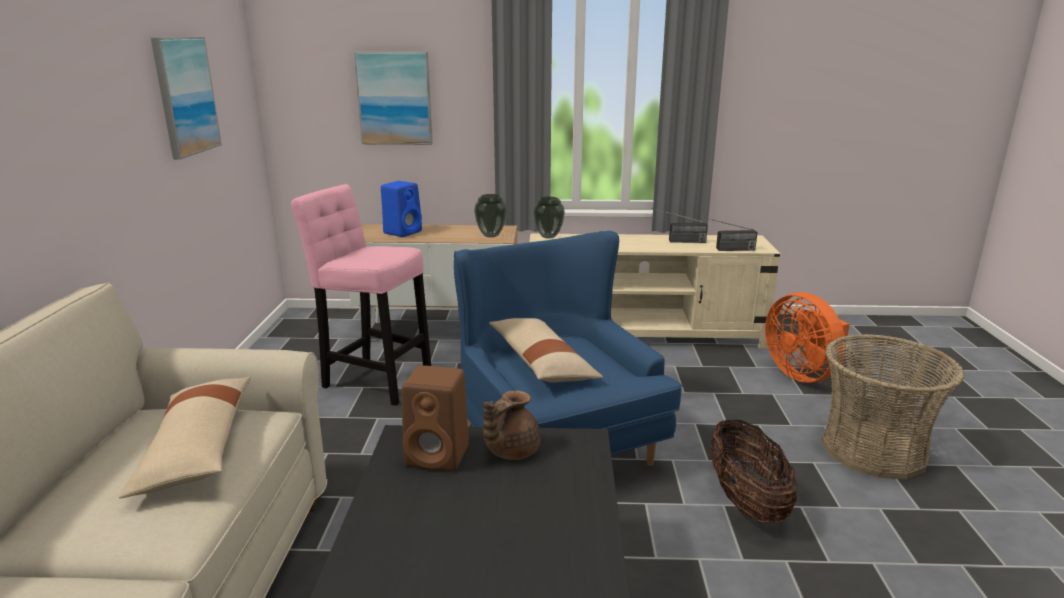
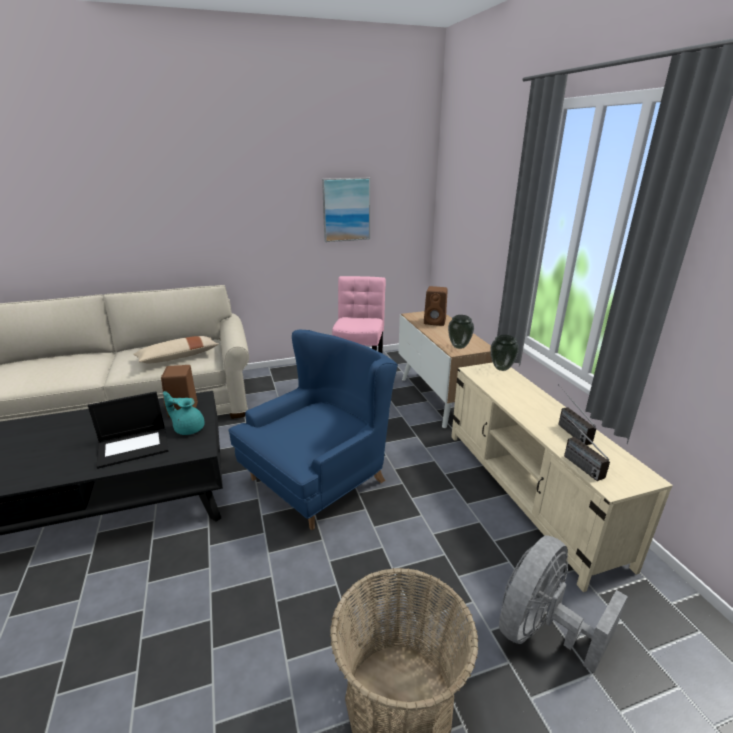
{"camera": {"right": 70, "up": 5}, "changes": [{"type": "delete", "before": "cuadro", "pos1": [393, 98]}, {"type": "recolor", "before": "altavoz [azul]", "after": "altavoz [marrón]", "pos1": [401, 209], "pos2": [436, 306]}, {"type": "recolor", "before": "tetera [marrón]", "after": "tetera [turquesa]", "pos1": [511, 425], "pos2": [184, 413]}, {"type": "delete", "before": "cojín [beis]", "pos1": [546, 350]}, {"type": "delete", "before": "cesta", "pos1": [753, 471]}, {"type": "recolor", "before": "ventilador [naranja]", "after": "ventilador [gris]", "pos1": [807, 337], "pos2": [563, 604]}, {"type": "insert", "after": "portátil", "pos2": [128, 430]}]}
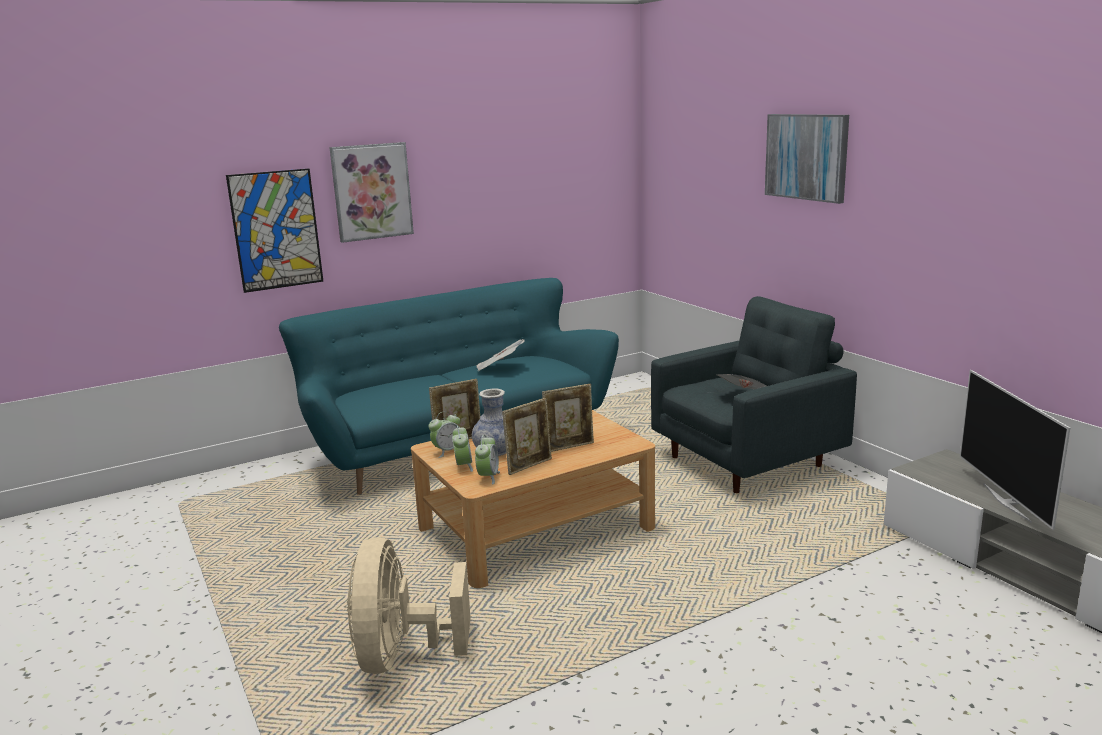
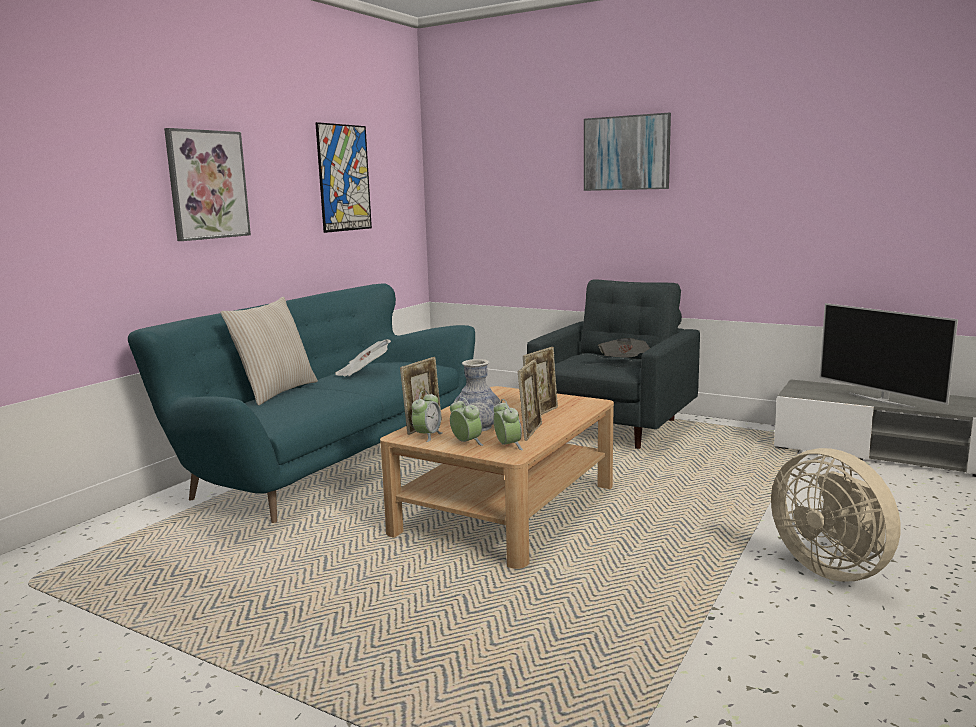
{"camera": {"right": -30, "up": -5}, "changes": [{"type": "move", "before": "cuadro", "pos1": [274, 230], "pos2": [343, 177]}, {"type": "move", "before": "ventilador [beis]", "pos1": [409, 605], "pos2": [836, 514]}, {"type": "insert", "after": "cojín [beis]", "pos2": [269, 351]}]}
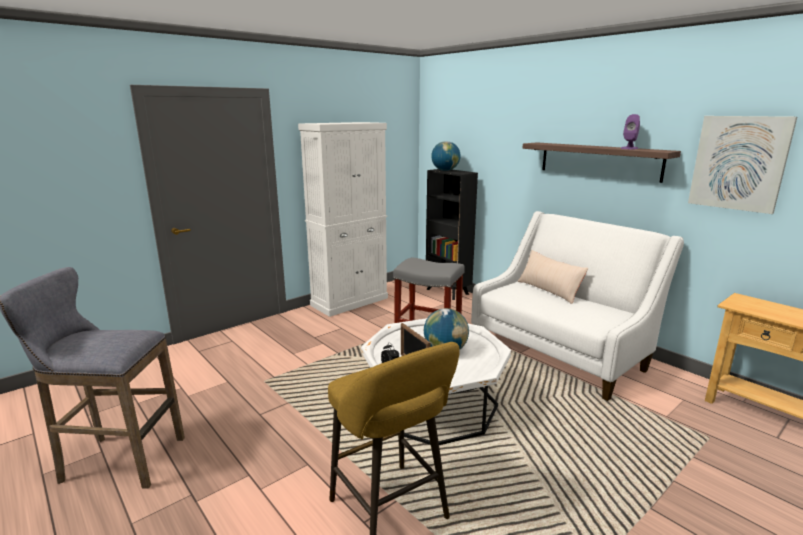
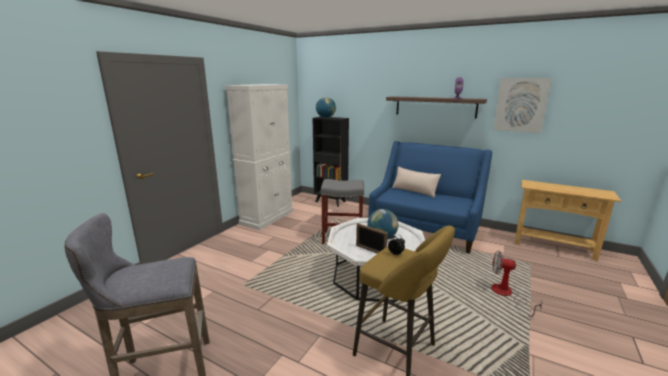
{"camera": {"right": -20, "up": 0}, "changes": [{"type": "recolor", "before": "sofá [blanco]", "after": "sofá [azul]", "pos1": [577, 306], "pos2": [430, 197]}, {"type": "insert", "after": "ventilador", "pos2": [516, 284]}]}
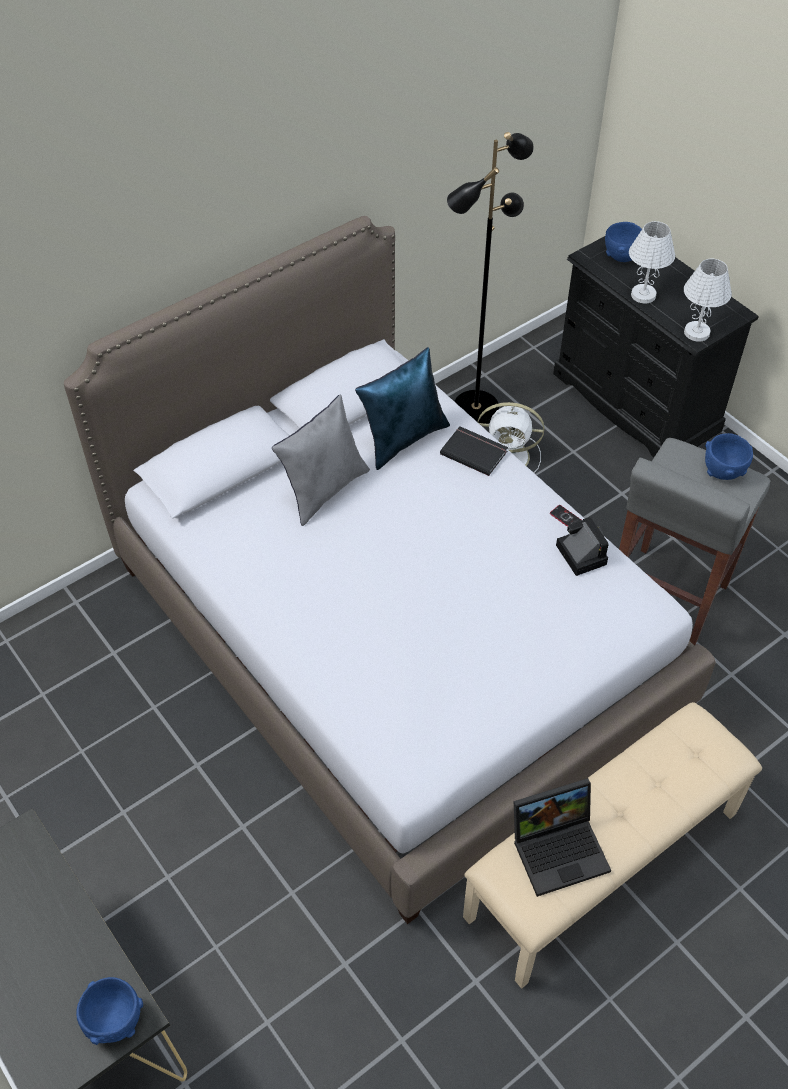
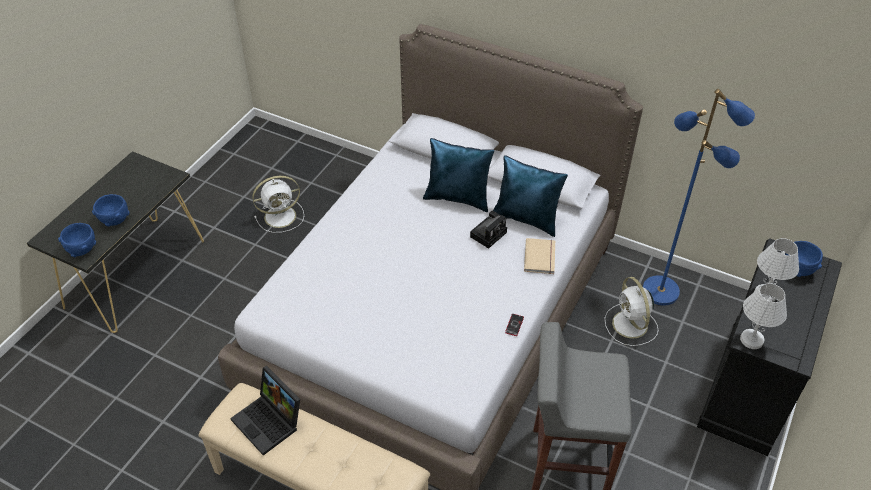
{"camera": {"right": 65, "up": -5}, "changes": [{"type": "recolor", "before": "cojín [gris]", "after": "cojín [azul]", "pos1": [321, 460], "pos2": [458, 175]}, {"type": "recolor", "before": "libro [negro]", "after": "libro [beis]", "pos1": [474, 451], "pos2": [539, 256]}, {"type": "recolor", "before": "lámpara de pie [negro]", "after": "lámpara de pie [azul]", "pos1": [490, 278], "pos2": [699, 197]}, {"type": "move", "before": "cámara", "pos1": [582, 546], "pos2": [488, 230]}, {"type": "move", "before": "cuenco [azul]", "pos1": [729, 456], "pos2": [111, 210]}, {"type": "insert", "after": "ventilador [blanco]", "pos2": [278, 204]}]}
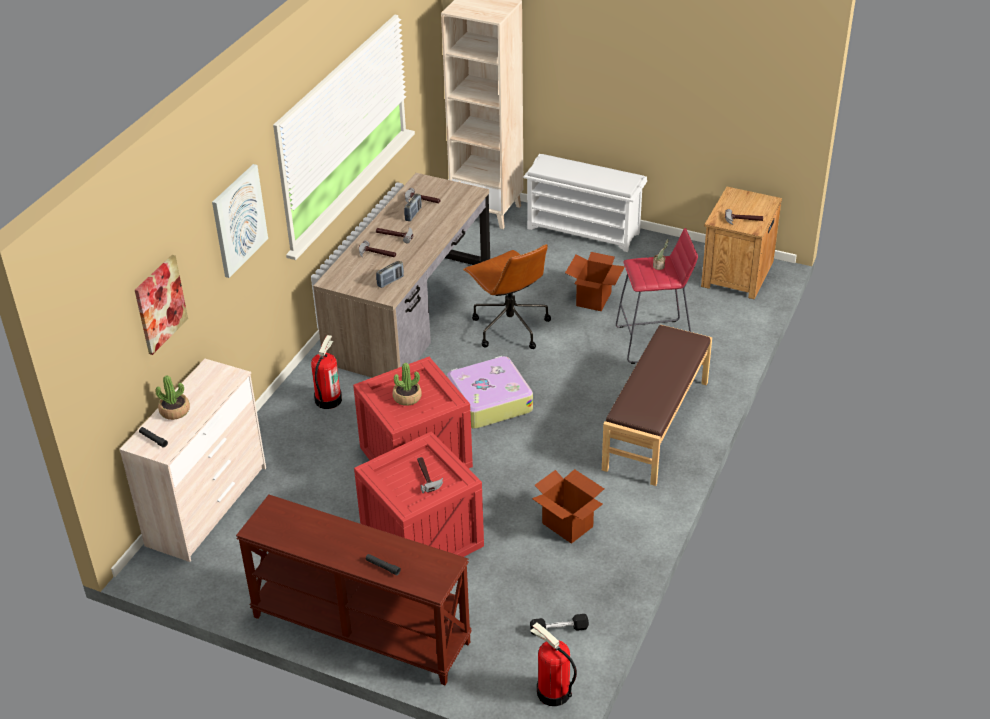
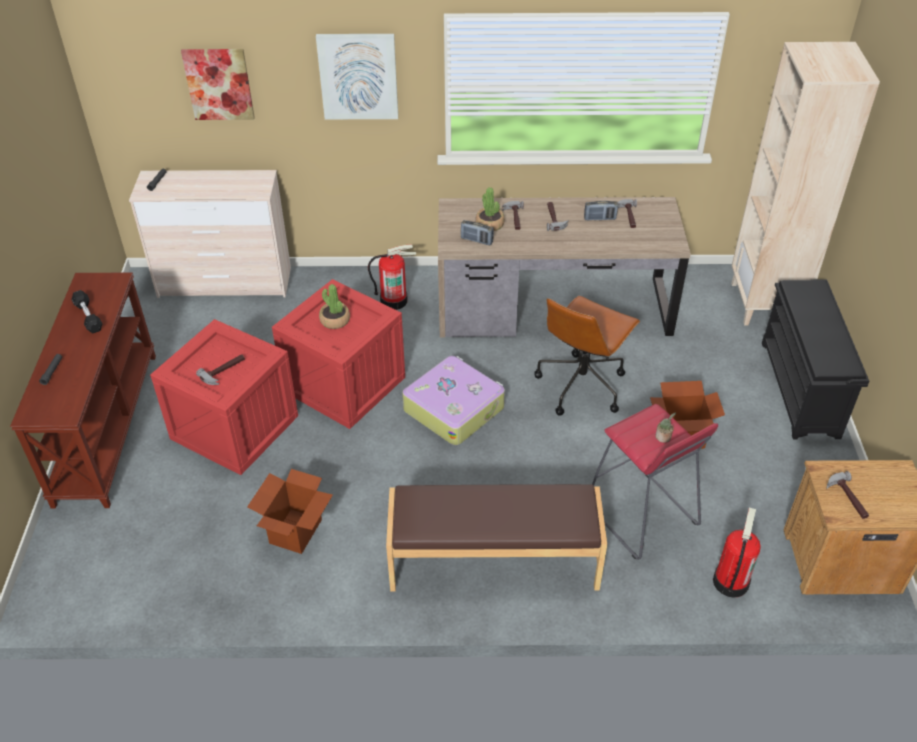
{"camera": {"right": 65, "up": 5}, "changes": [{"type": "move", "before": "planta en maceta", "pos1": [172, 397], "pos2": [490, 209]}, {"type": "recolor", "before": "zapatero [blanco]", "after": "zapatero [negro]", "pos1": [585, 203], "pos2": [815, 359]}, {"type": "move", "before": "mancuerna [negro]", "pos1": [559, 624], "pos2": [87, 312]}, {"type": "move", "before": "extintor", "pos1": [553, 664], "pos2": [737, 552]}]}
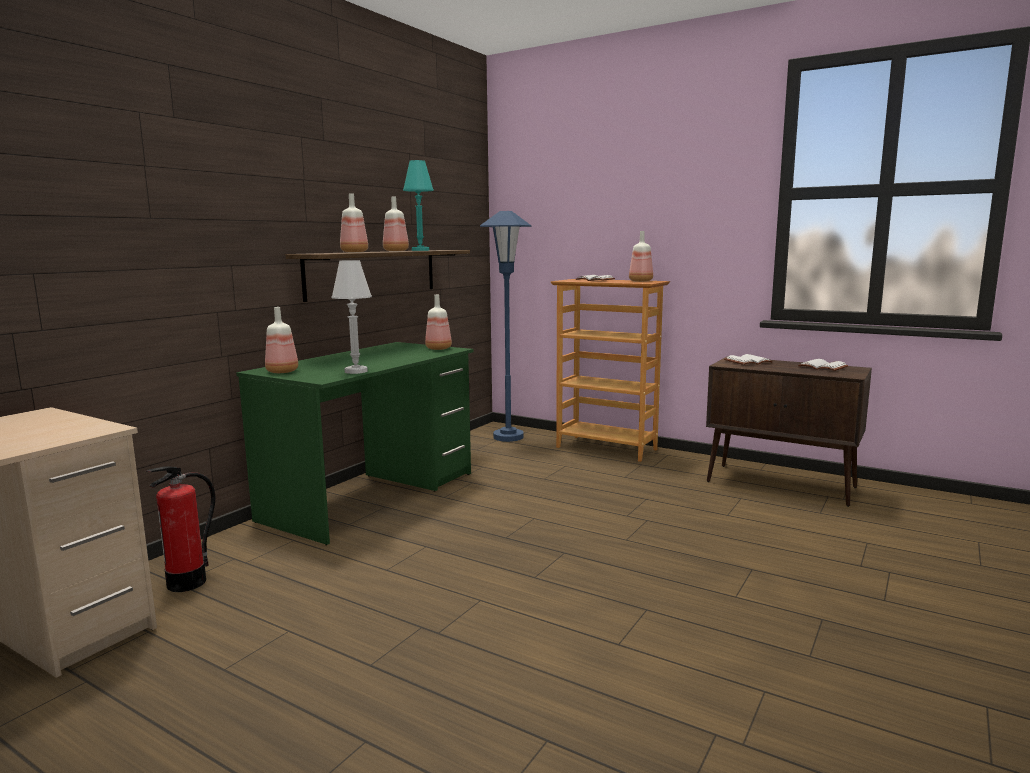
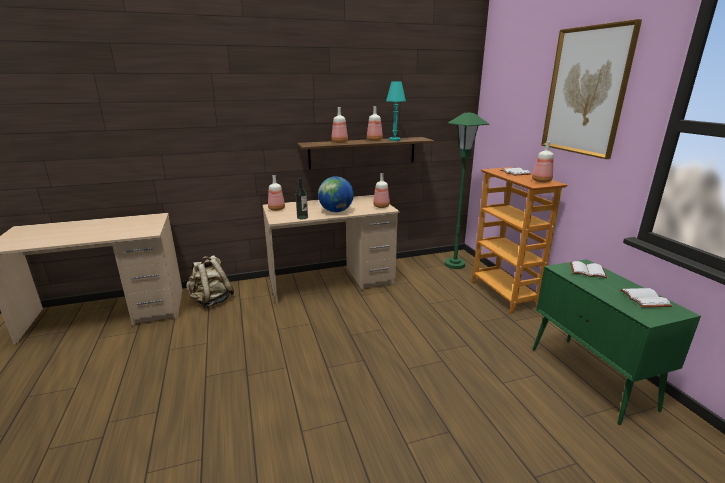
{"camera": {"right": 40, "up": 10}, "changes": [{"type": "replace", "before": "extintor", "after": "mochila [beis]", "pos1": [180, 529], "pos2": [210, 281]}, {"type": "recolor", "before": "escritorio [verde]", "after": "escritorio [beis]", "pos1": [355, 443], "pos2": [331, 249]}, {"type": "replace", "before": "lámpara de mesa [blanco]", "after": "botella", "pos1": [352, 317], "pos2": [302, 198]}, {"type": "recolor", "before": "lámpara de pie [azul]", "after": "lámpara de pie [verde]", "pos1": [505, 326], "pos2": [467, 191]}, {"type": "recolor", "before": "armario [marrón]", "after": "armario [verde]", "pos1": [789, 432], "pos2": [617, 342]}, {"type": "insert", "after": "globo terráqueo", "pos2": [336, 194]}, {"type": "insert", "after": "cuadro", "pos2": [591, 89]}]}
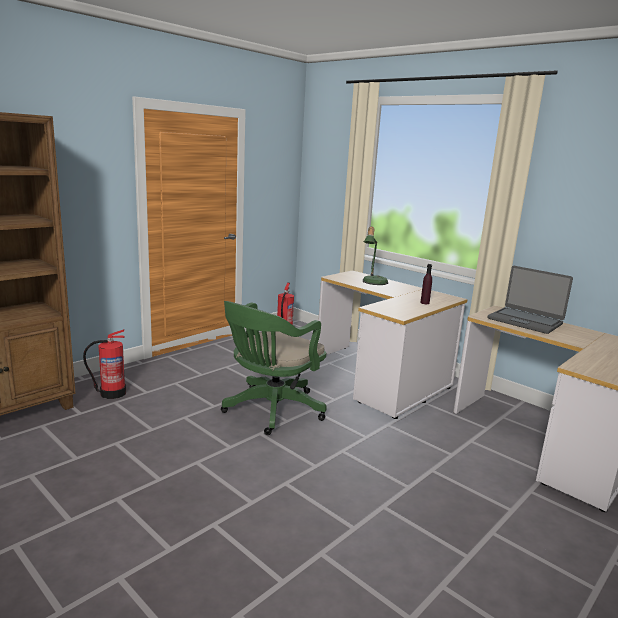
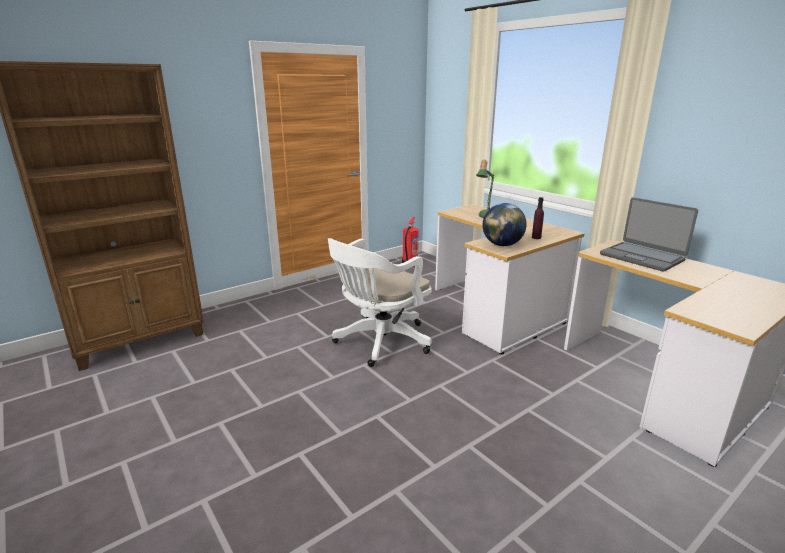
{"camera": {"right": 10, "up": 5}, "changes": [{"type": "delete", "before": "extintor", "pos1": [104, 364]}, {"type": "recolor", "before": "silla de oficina [verde]", "after": "silla de oficina [blanco]", "pos1": [274, 368], "pos2": [380, 302]}, {"type": "insert", "after": "globo terráqueo", "pos2": [505, 224]}]}
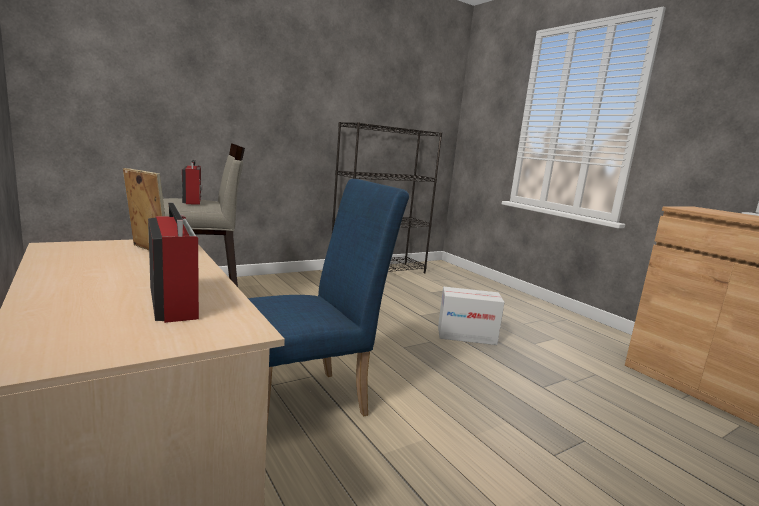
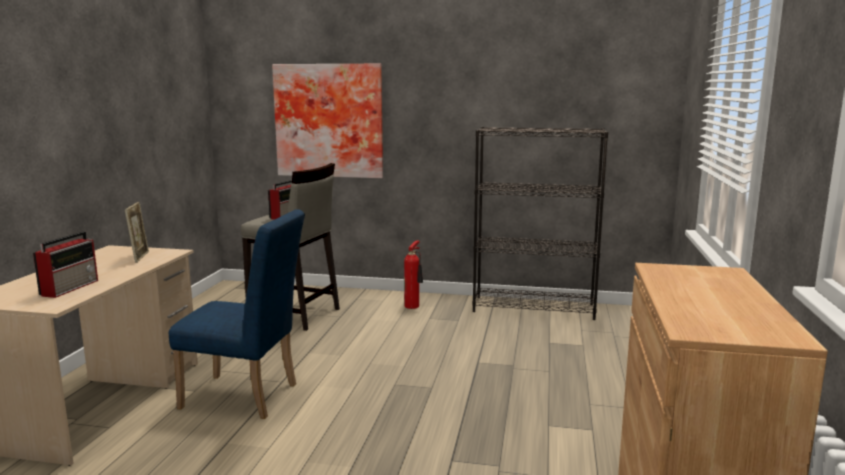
{"camera": {"right": 45, "up": 0}, "changes": [{"type": "delete", "before": "caja de cartón", "pos1": [471, 316]}, {"type": "insert", "after": "cuadro", "pos2": [327, 121]}, {"type": "insert", "after": "extintor", "pos2": [413, 274]}]}
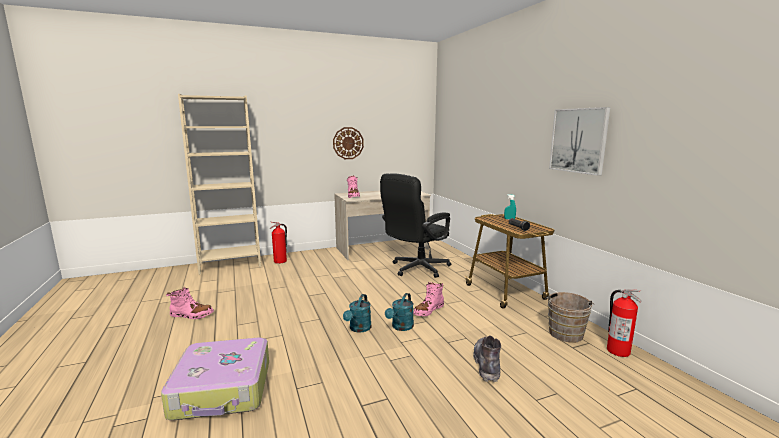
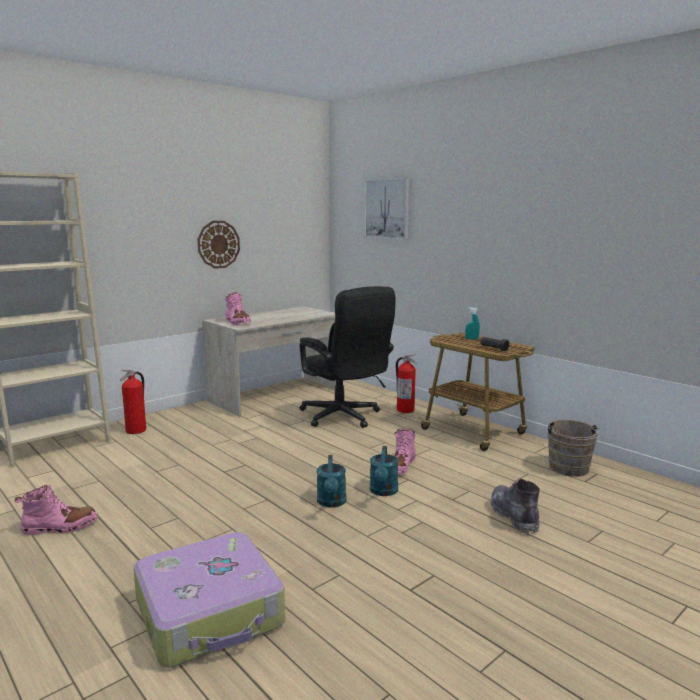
{"camera": {"right": -20, "up": 0}, "changes": [{"type": "rotate", "before": "silla de oficina [negro]", "pos1": [415, 225], "pos2": [347, 357], "turn": -60}, {"type": "move", "before": "cuadro", "pos1": [579, 141], "pos2": [386, 209]}, {"type": "move", "before": "extintor", "pos1": [624, 323], "pos2": [406, 383]}]}
